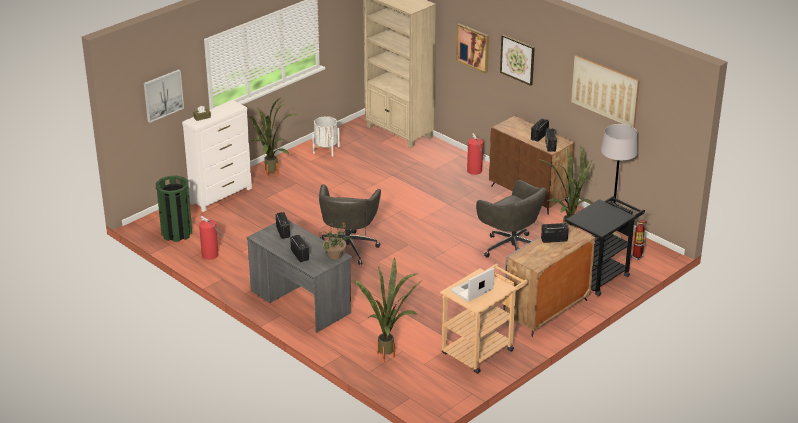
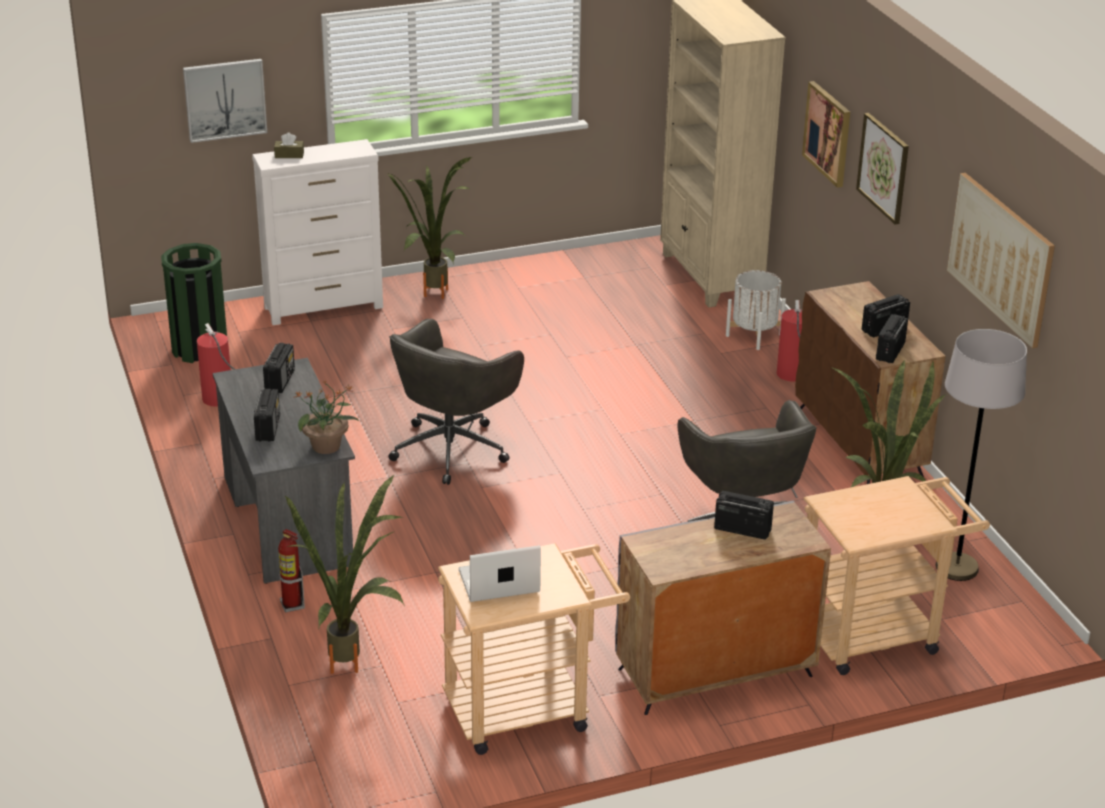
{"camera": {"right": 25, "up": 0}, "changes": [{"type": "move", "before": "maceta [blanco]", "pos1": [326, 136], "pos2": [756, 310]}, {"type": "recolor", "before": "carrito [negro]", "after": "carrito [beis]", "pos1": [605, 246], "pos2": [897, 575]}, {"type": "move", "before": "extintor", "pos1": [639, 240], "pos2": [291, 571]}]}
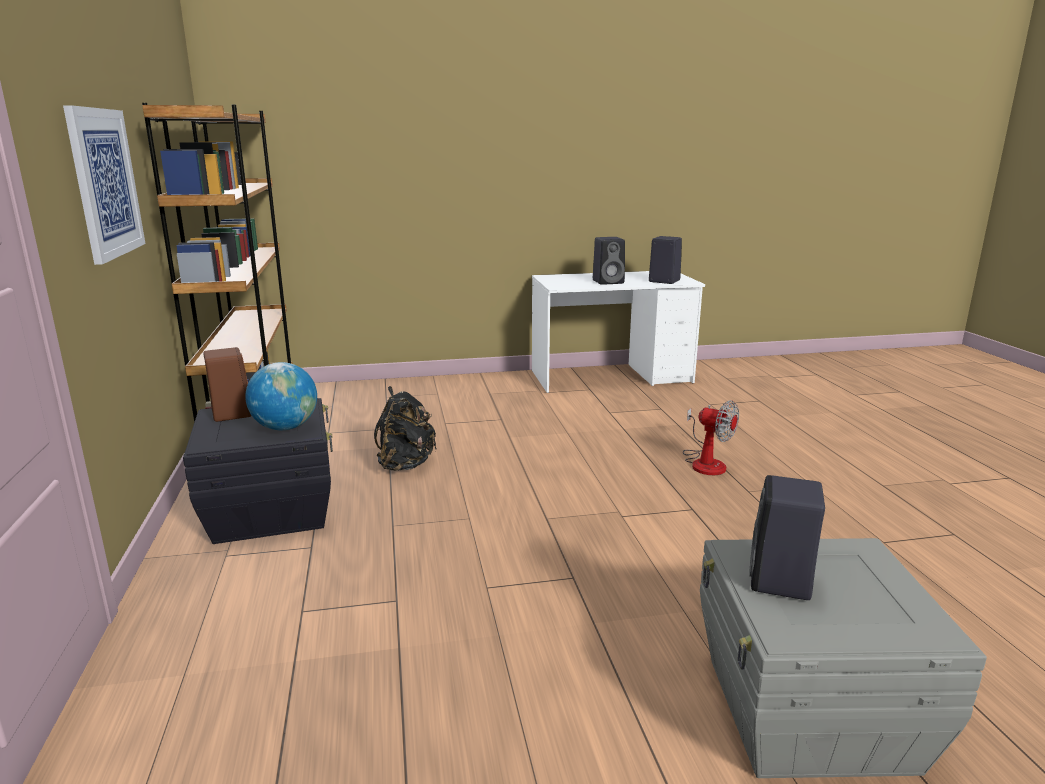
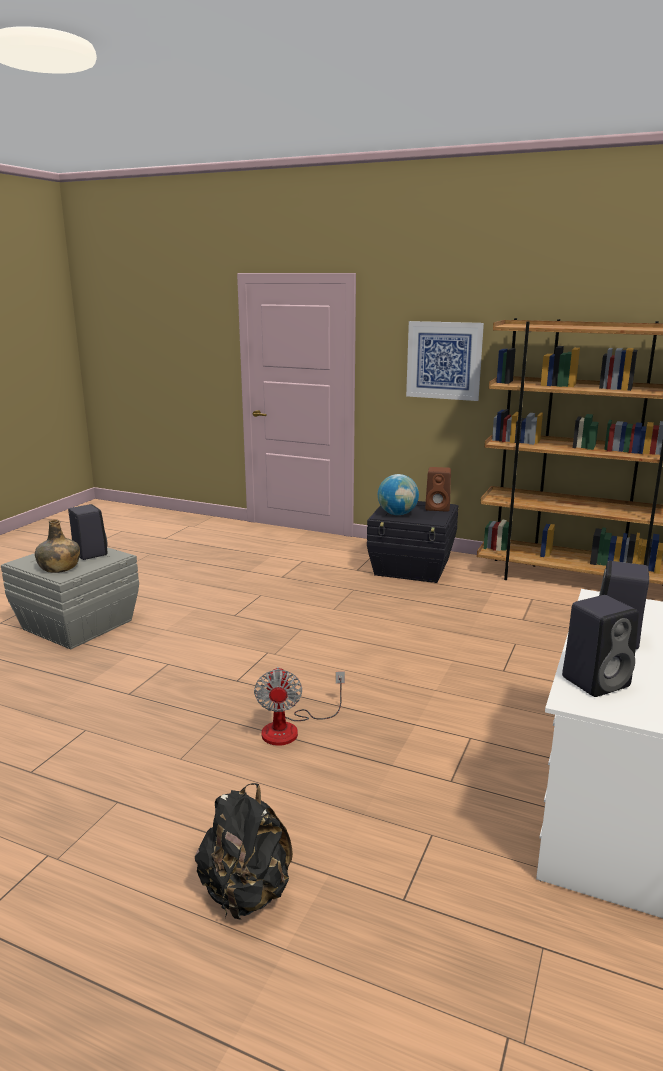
{"camera": {"right": 125, "up": 0}, "changes": [{"type": "move", "before": "mochila [negro]", "pos1": [405, 428], "pos2": [244, 851]}, {"type": "rotate", "before": "ventilador", "pos1": [711, 437], "pos2": [299, 706], "turn": -75}, {"type": "insert", "after": "botella [verde]", "pos2": [57, 546]}]}
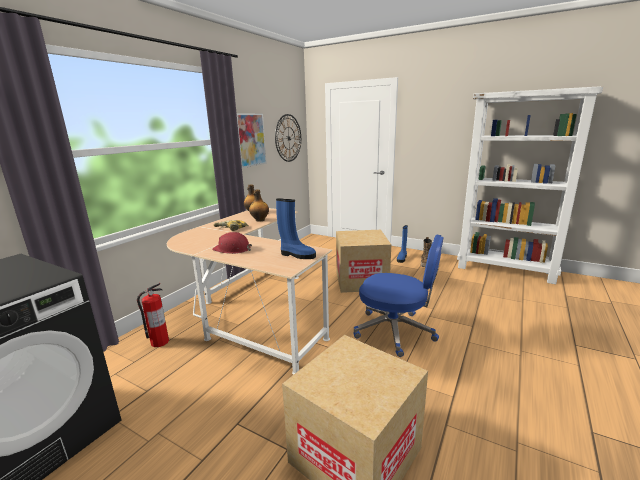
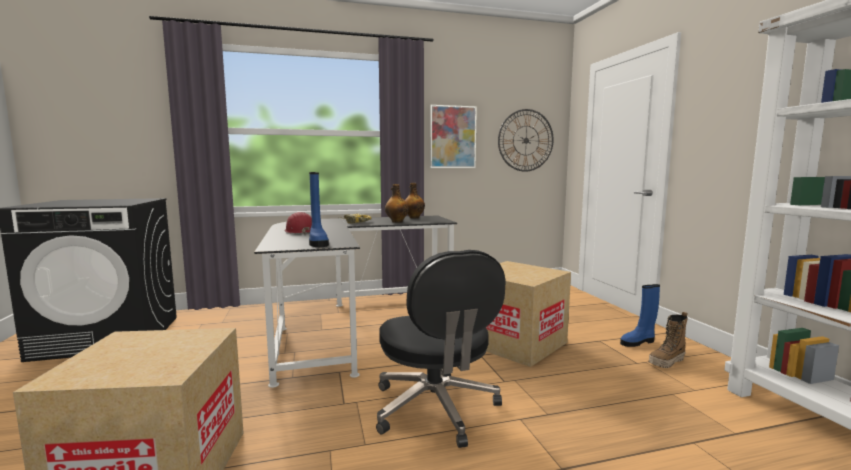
{"camera": {"right": 45, "up": -10}, "changes": [{"type": "delete", "before": "extintor", "pos1": [153, 315]}, {"type": "recolor", "before": "escritorio [beis]", "after": "escritorio [negro]", "pos1": [249, 291], "pos2": [355, 301]}, {"type": "recolor", "before": "silla de oficina [azul]", "after": "silla de oficina [negro]", "pos1": [398, 296], "pos2": [441, 349]}]}
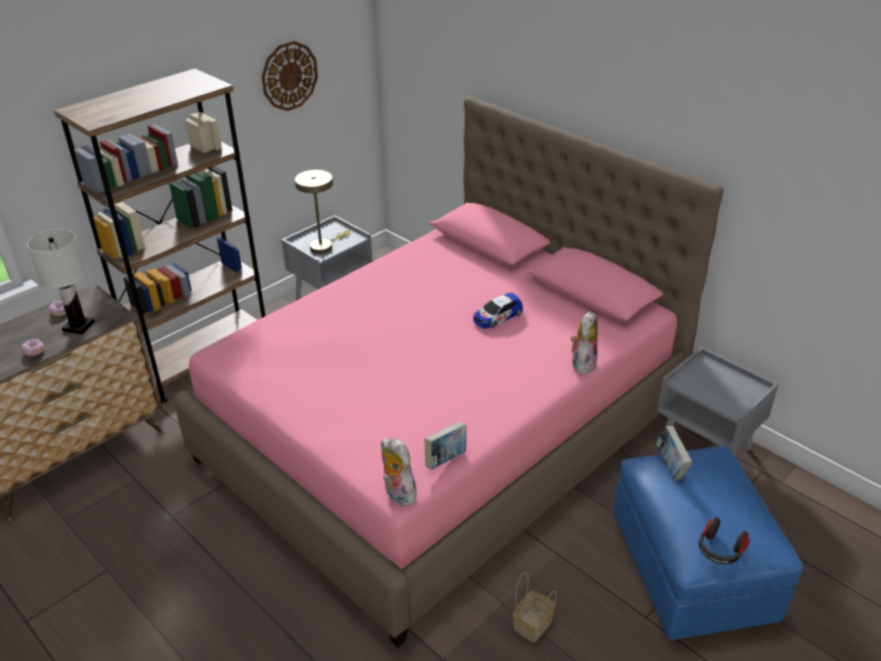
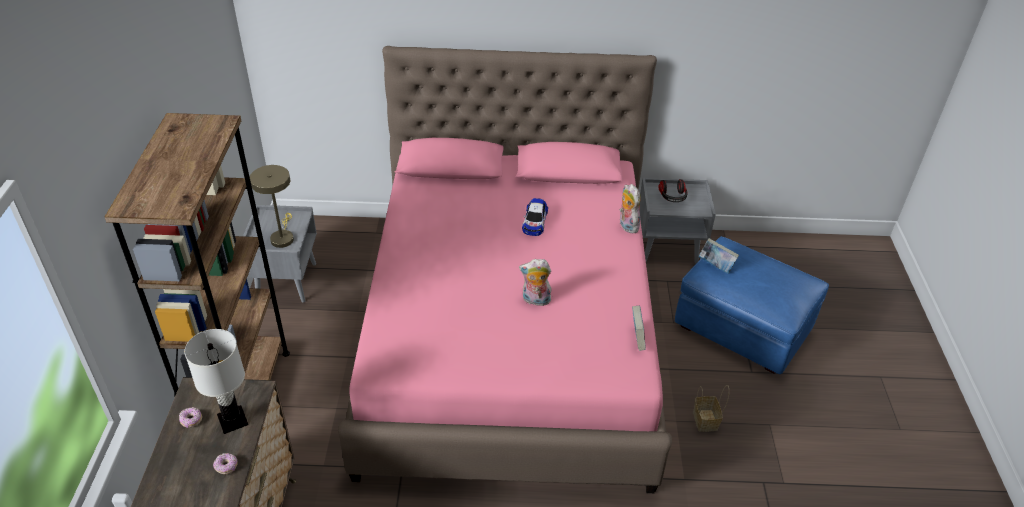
{"camera": {"right": -45, "up": 5}, "changes": [{"type": "delete", "before": "reloj de pared", "pos1": [290, 76]}, {"type": "move", "before": "peluche", "pos1": [400, 472], "pos2": [535, 282]}, {"type": "move", "before": "auriculares", "pos1": [724, 540], "pos2": [673, 190]}]}
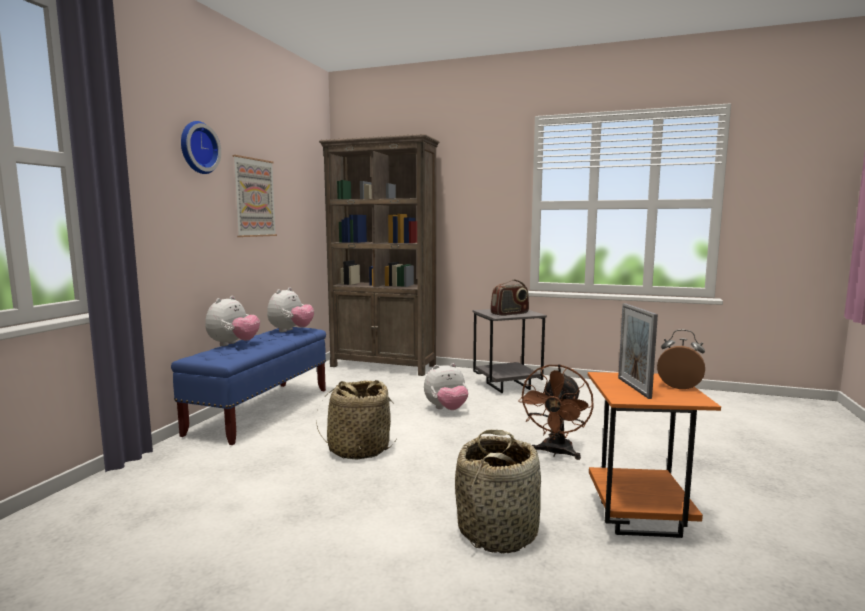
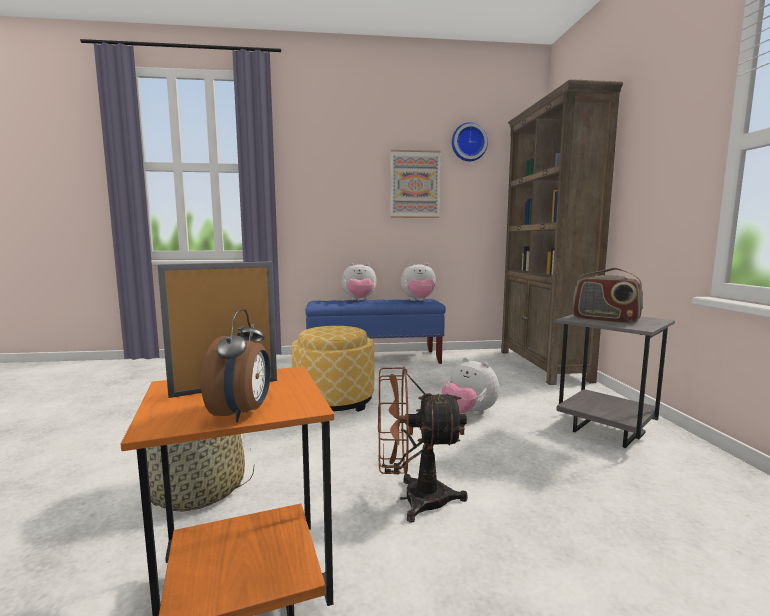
{"camera": {"right": 65, "up": 0}, "changes": [{"type": "move", "before": "reloj de pared", "pos1": [201, 147], "pos2": [470, 141]}, {"type": "replace", "before": "cesta", "after": "puf", "pos1": [356, 420], "pos2": [333, 369]}]}
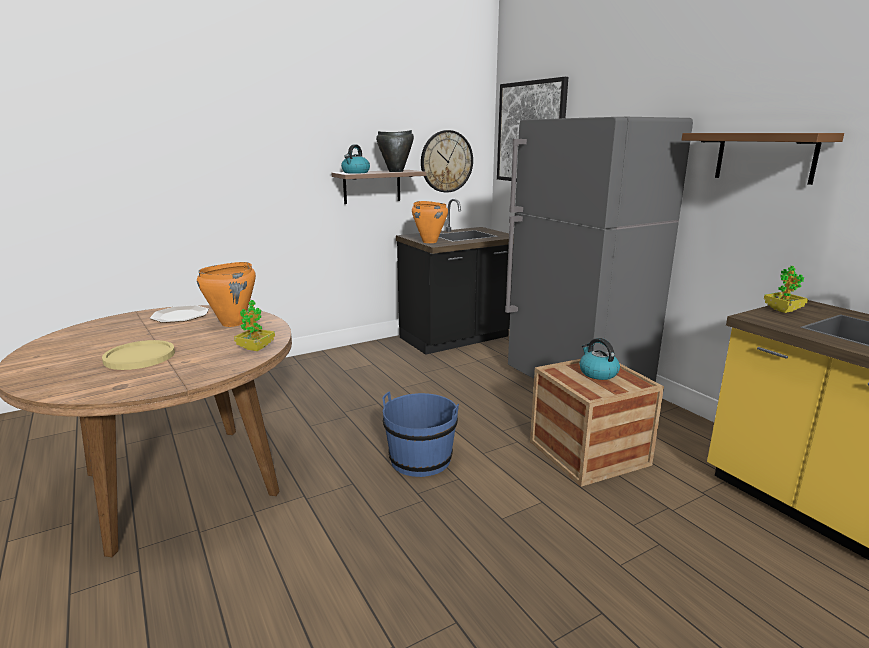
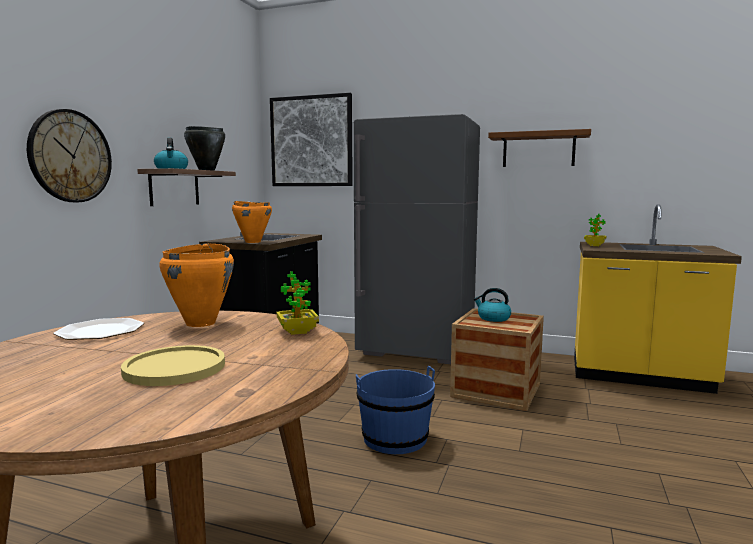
{"camera": {"right": -40, "up": -10}, "changes": [{"type": "move", "before": "reloj de pared", "pos1": [447, 161], "pos2": [69, 155]}]}
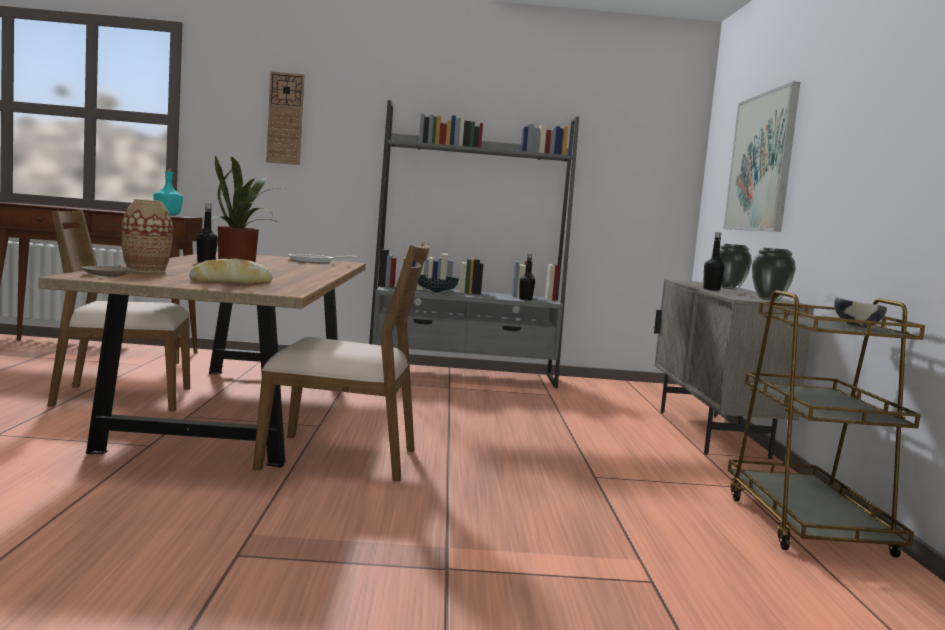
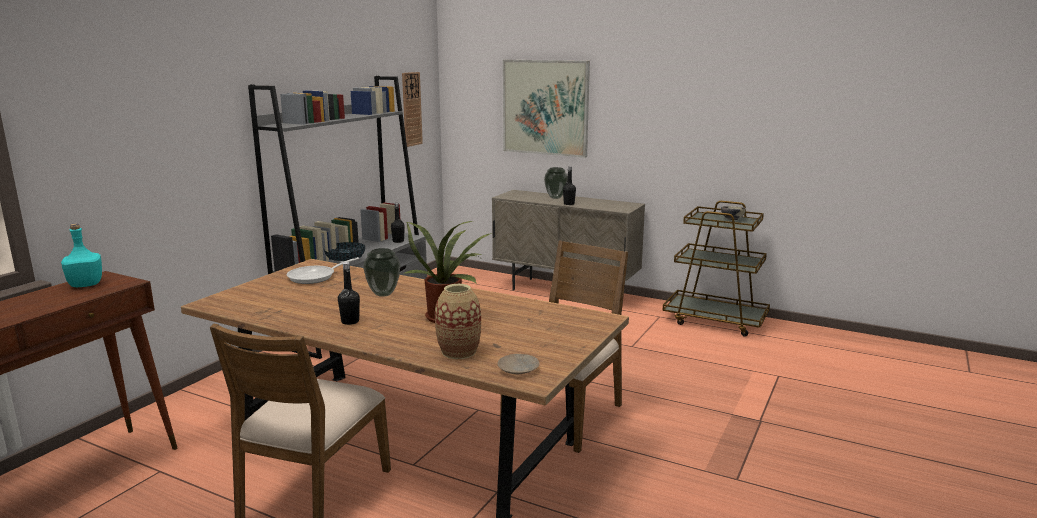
{"camera": {"right": -60, "up": 10}, "changes": [{"type": "delete", "before": "pan", "pos1": [230, 271]}, {"type": "move", "before": "reloj de pared", "pos1": [285, 118], "pos2": [412, 109]}, {"type": "move", "before": "florero", "pos1": [774, 274], "pos2": [381, 272]}]}
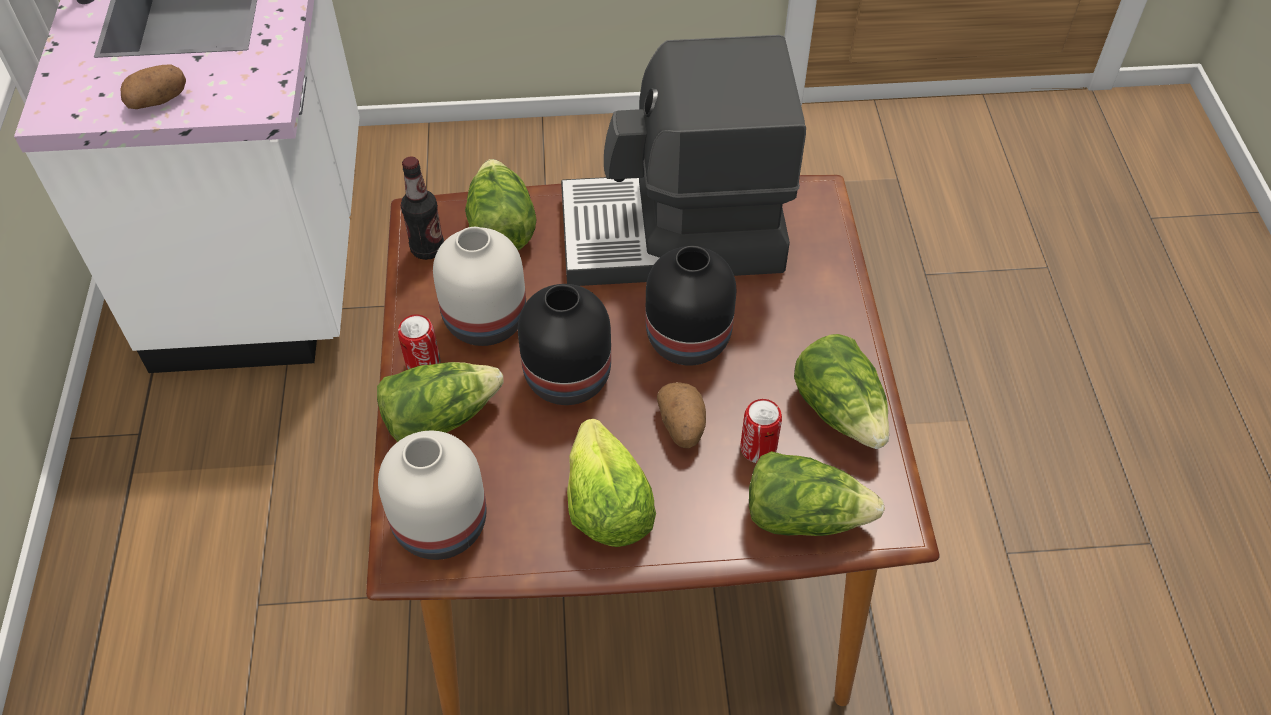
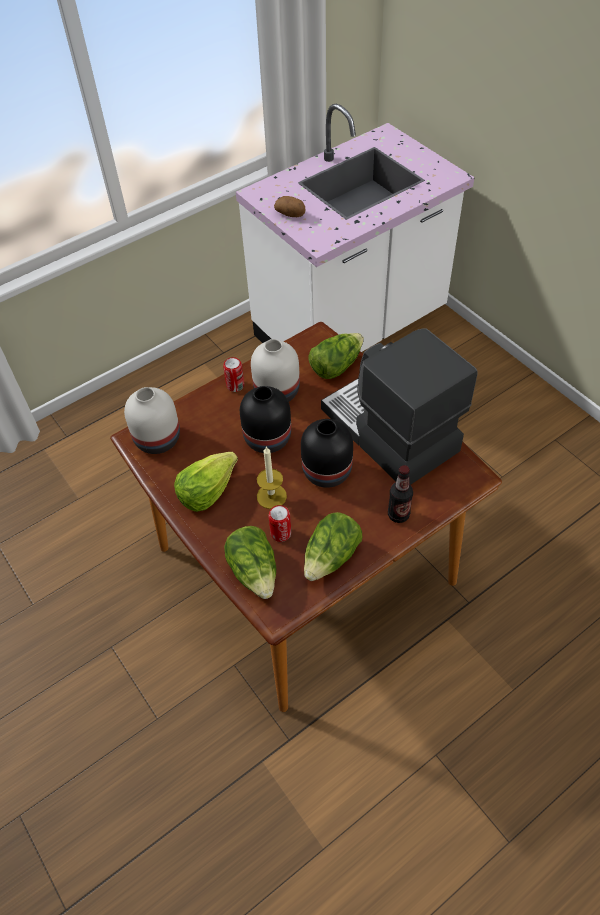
{"camera": {"right": 60, "up": 0}, "changes": [{"type": "delete", "before": "lechuga", "pos1": [440, 402]}, {"type": "move", "before": "botella", "pos1": [422, 208], "pos2": [400, 494]}, {"type": "replace", "before": "patata", "after": "vela", "pos1": [681, 415], "pos2": [272, 477]}]}
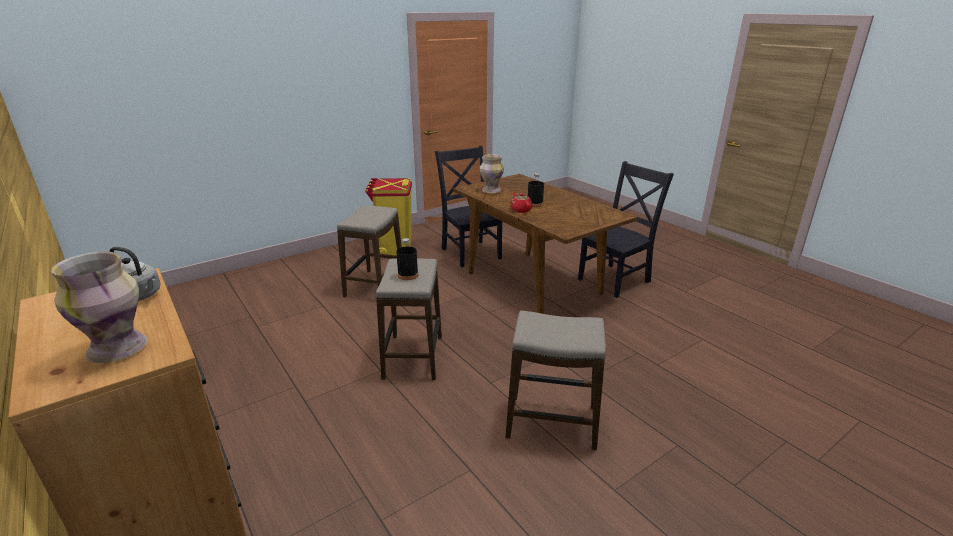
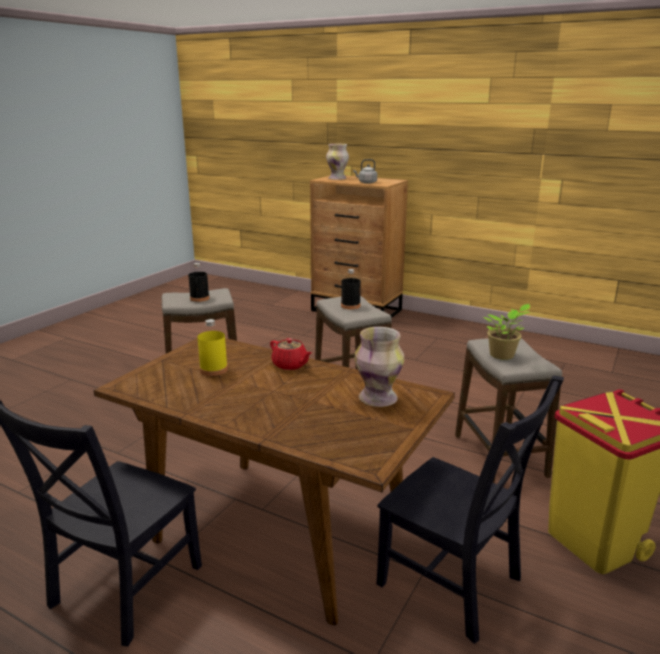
{"camera": {"right": 155, "up": -5}, "changes": [{"type": "move", "before": "botella [negro]", "pos1": [536, 190], "pos2": [198, 282]}, {"type": "insert", "after": "botella [amarillo]", "pos2": [212, 347]}, {"type": "insert", "after": "planta en maceta", "pos2": [506, 332]}]}
